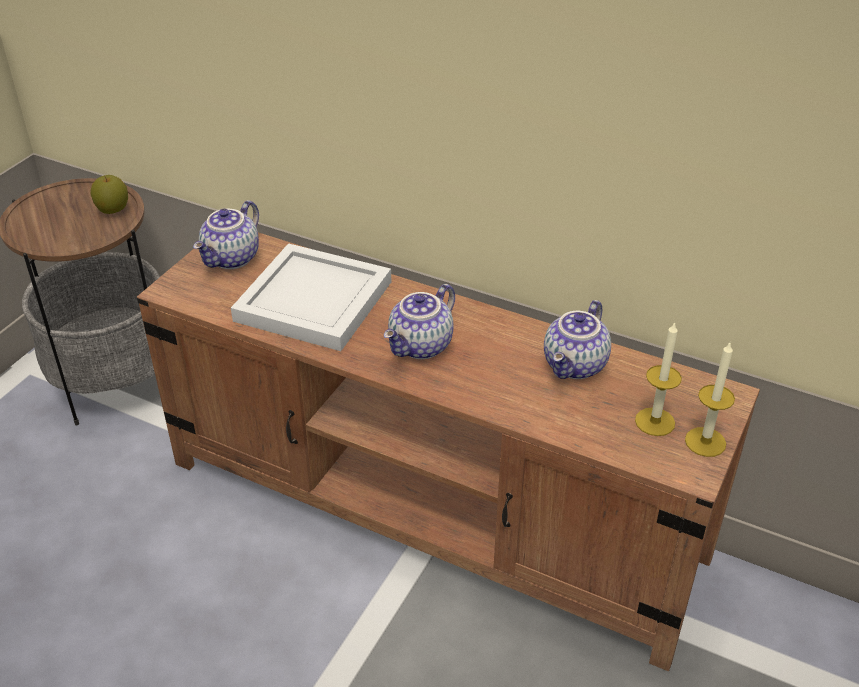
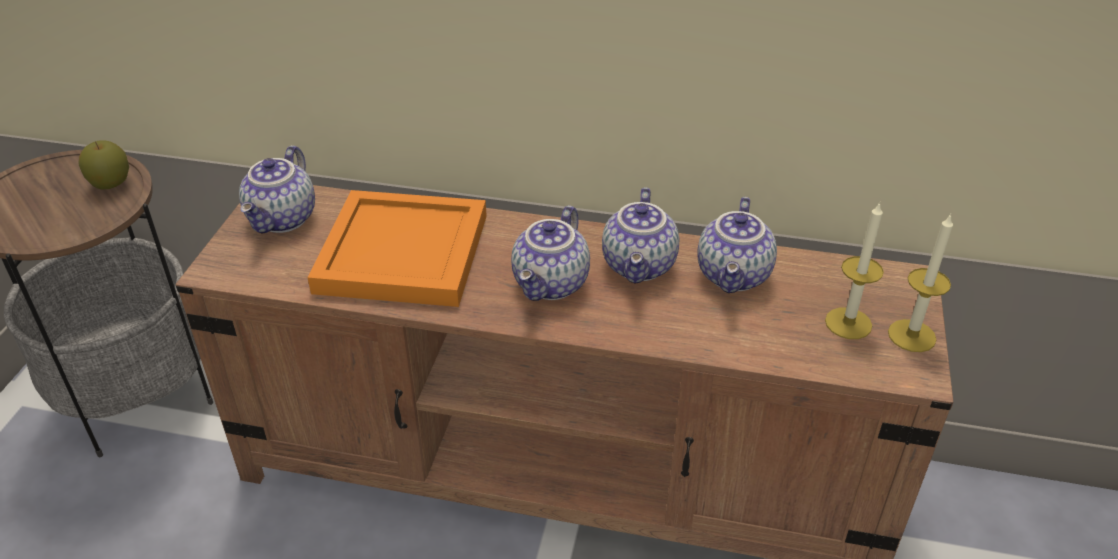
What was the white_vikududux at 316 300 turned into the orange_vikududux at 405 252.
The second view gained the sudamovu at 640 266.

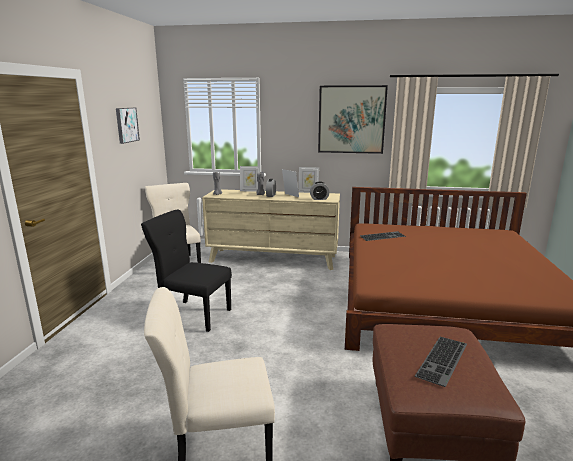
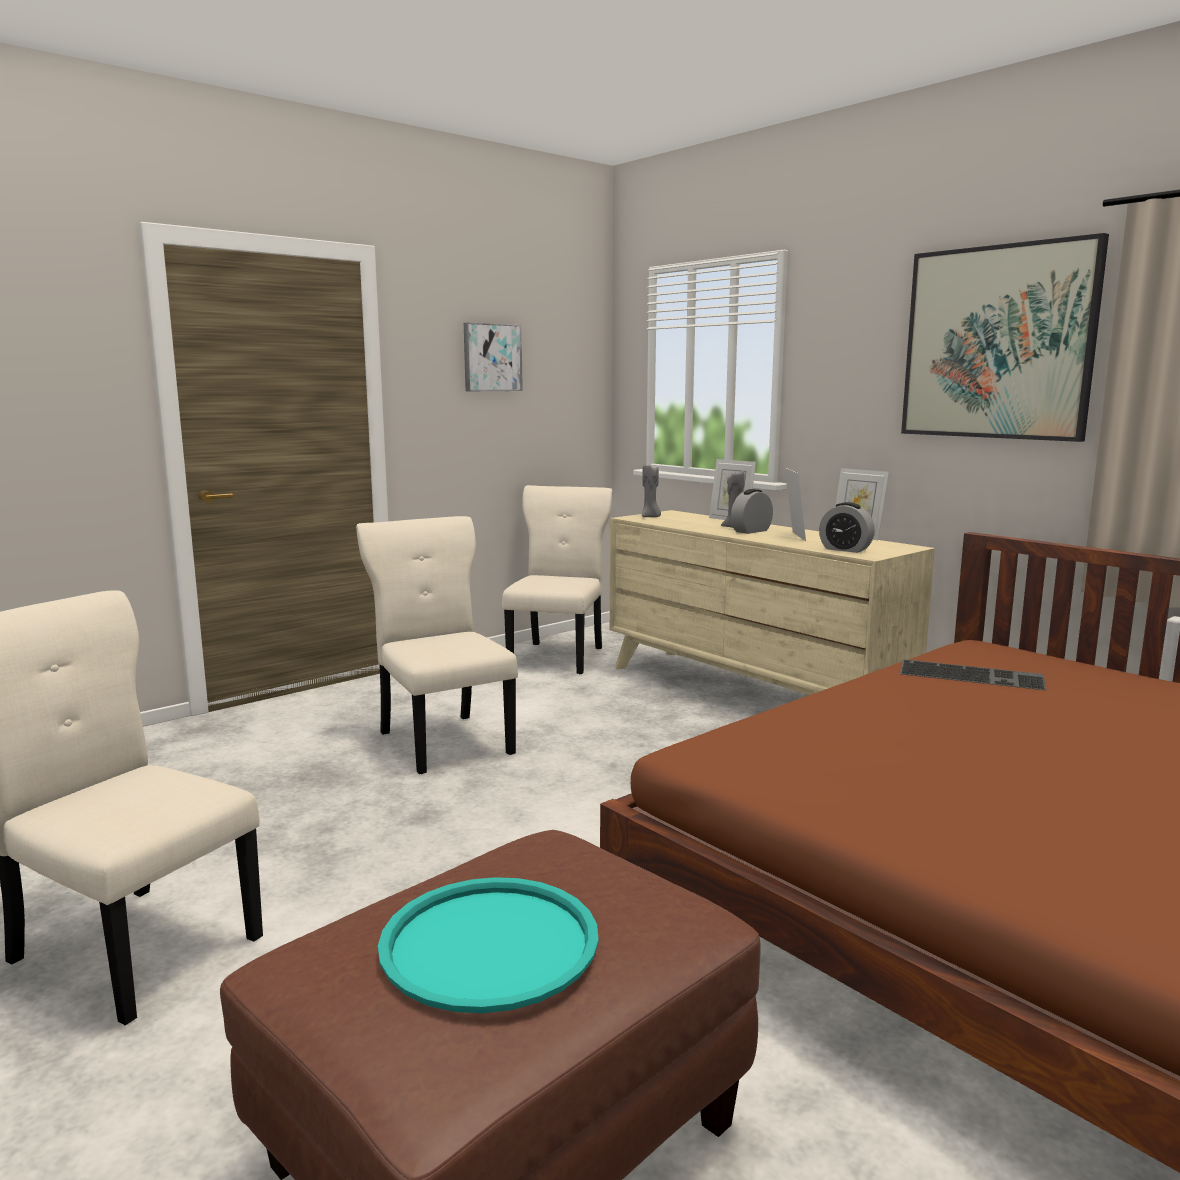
What was the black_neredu at 193 314 turned into the beige_neredu at 443 741.
Where the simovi stood at 443 361, the turquoise_vikududux came to stand at 490 944.

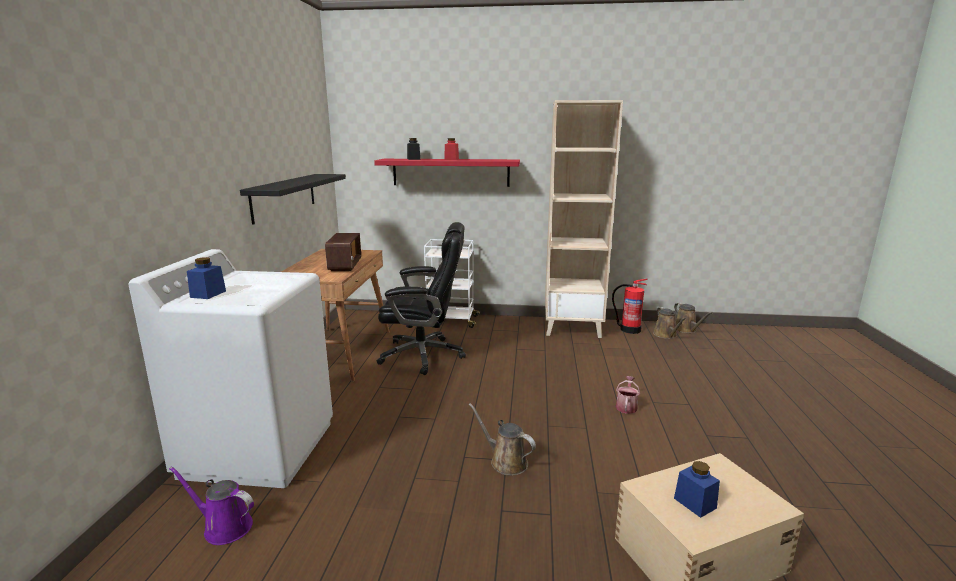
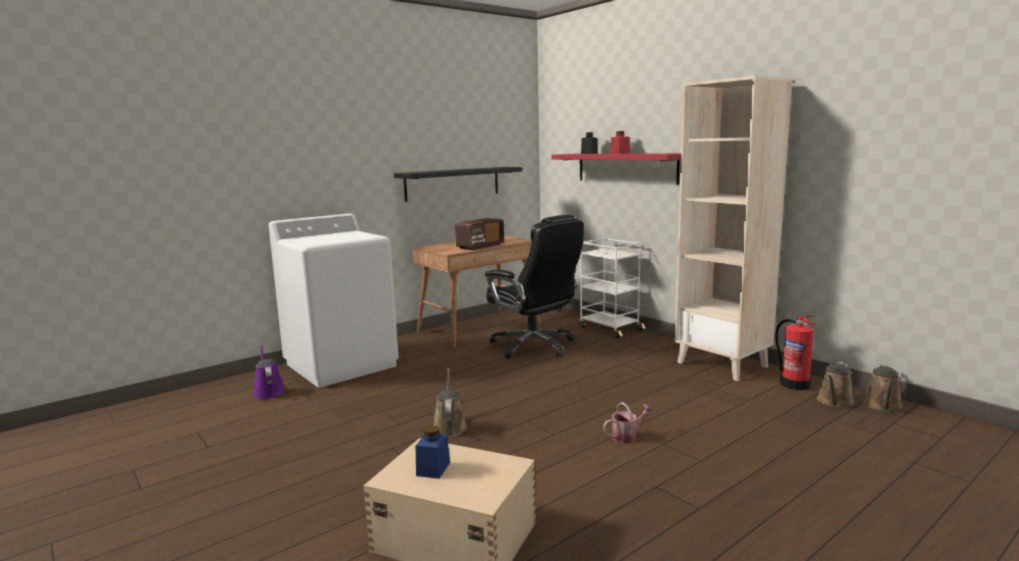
The second view lost the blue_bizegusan at 208 294.

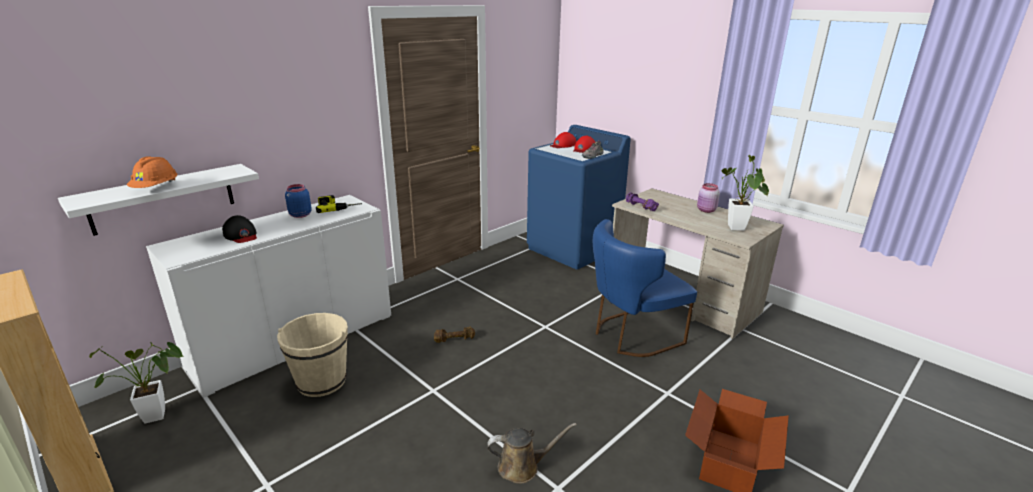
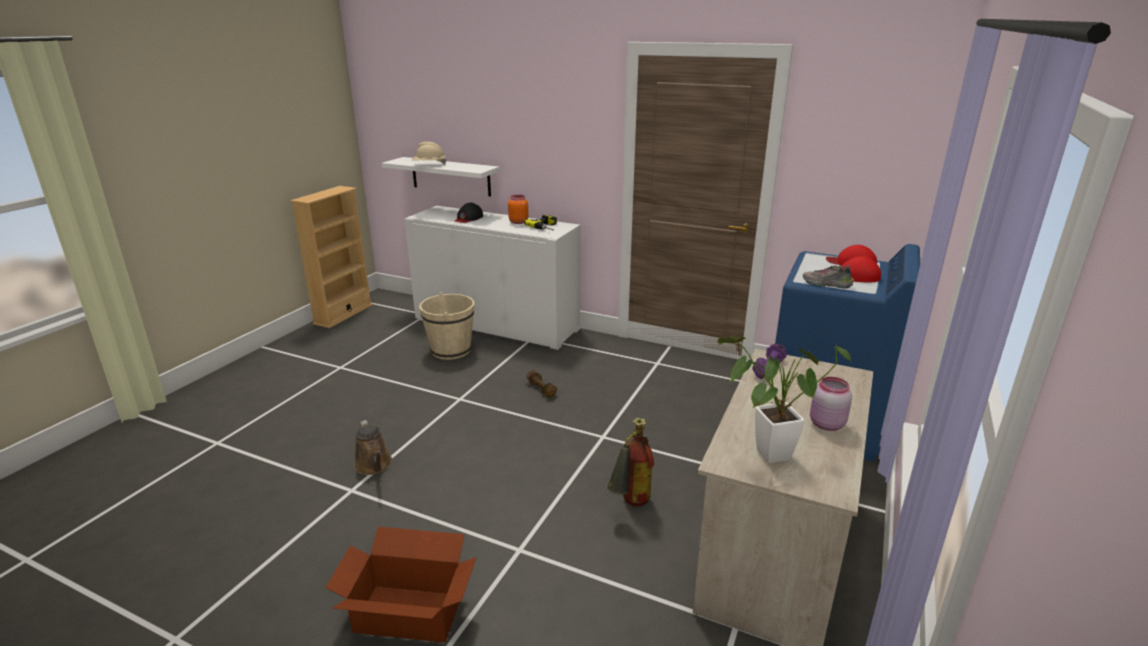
What was the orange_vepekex at 156 188 turned into the beige_vepekex at 429 165.
What was the blue_bizegusan at 299 215 turned into the orange_bizegusan at 518 222.
Where the blue_neredu stood at 631 335, the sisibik came to stand at 629 505.
The second view lost the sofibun at 161 415.

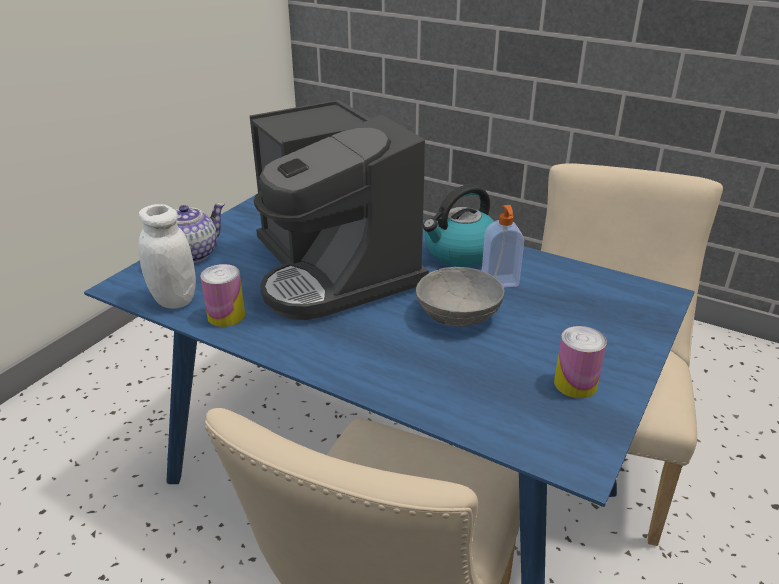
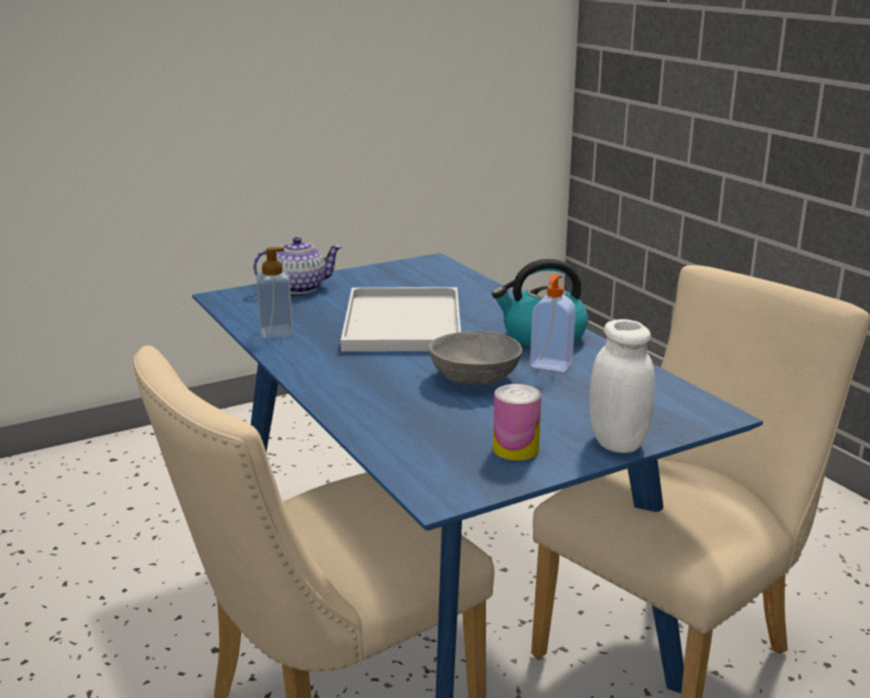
Where the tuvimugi stood at 334 270, the white_vikududux came to stand at 404 323.
The white_bizegusan ended up elsewhere, having gone from 174 299 to 617 442.
Where the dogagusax stood at 226 316, the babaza came to stand at 276 332.

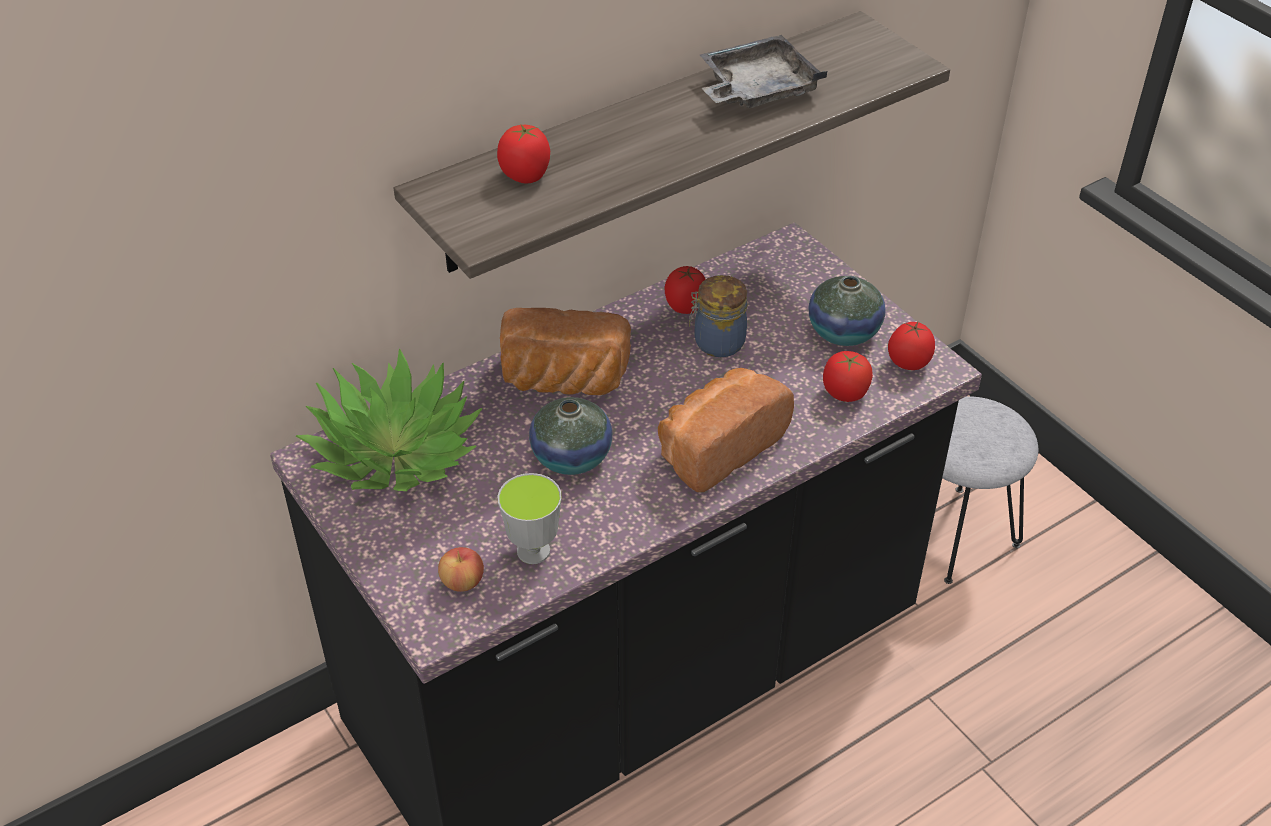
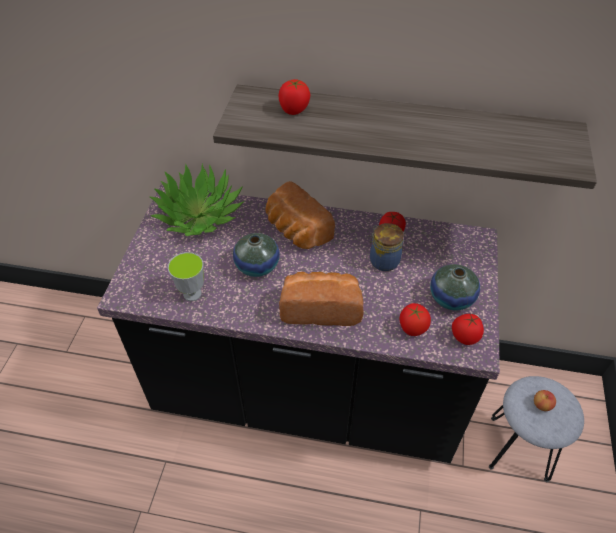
The second view lost the grey_vikududux at 756 89.
The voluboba ended up elsewhere, having gone from 462 582 to 542 405.

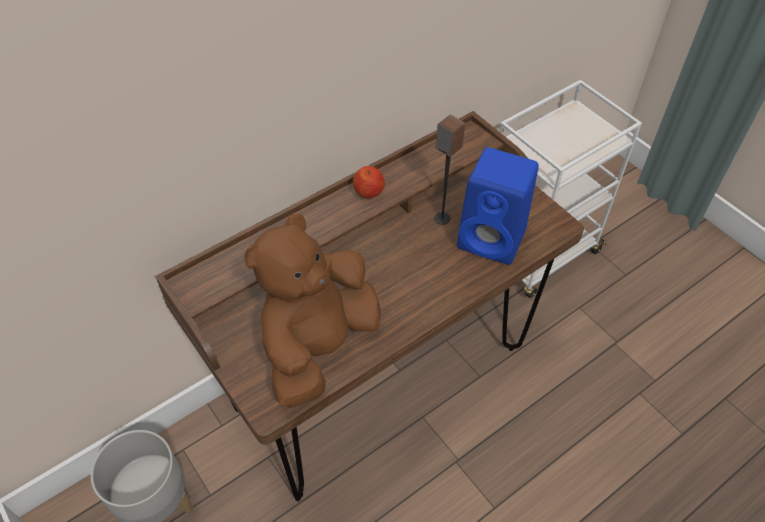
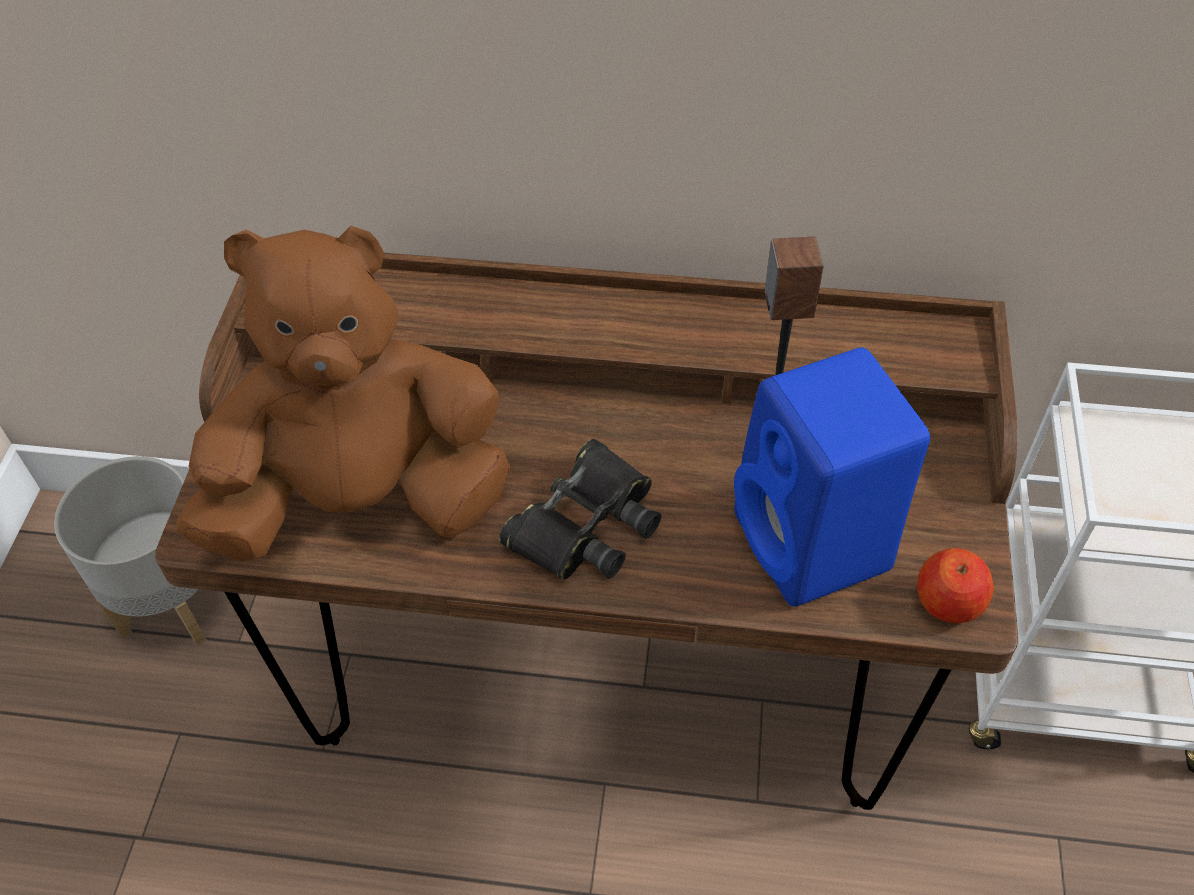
The voluboba ended up elsewhere, having gone from 369 191 to 948 602.
The second view gained the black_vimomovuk at 586 524.

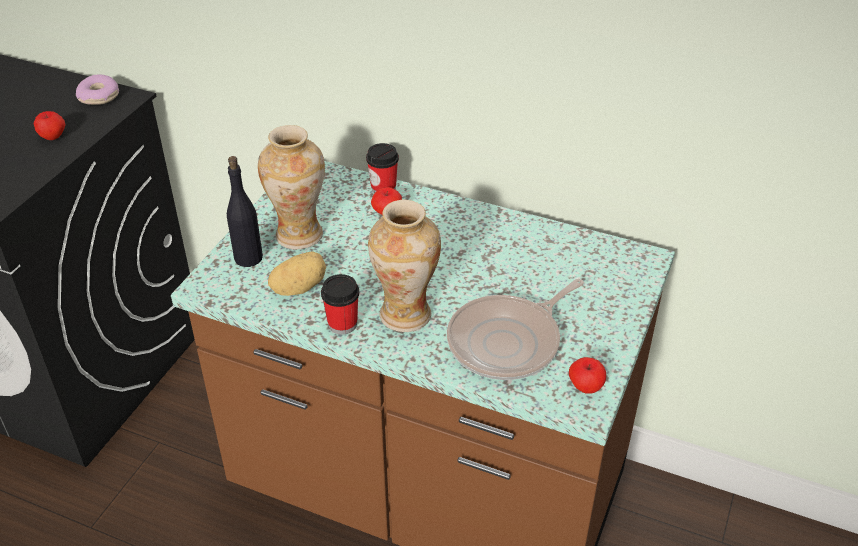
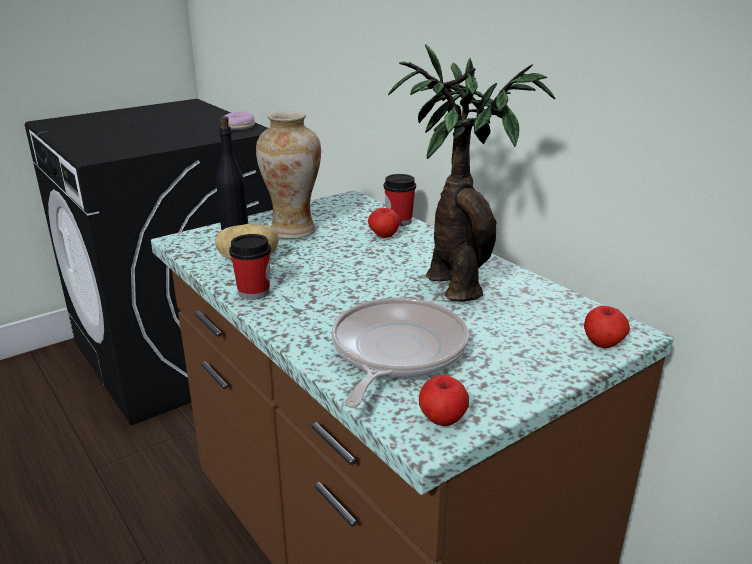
The voluboba ended up elsewhere, having gone from 53 137 to 603 343.
The second view lost the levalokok at 405 314.
The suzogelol at 508 342 ended up facing another way, 120 degrees clockwise from before.
The second view gained the sofibun at 454 283.

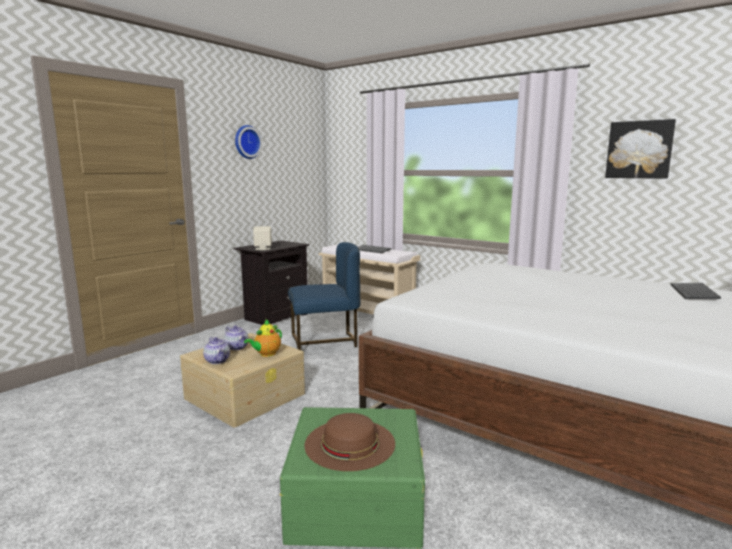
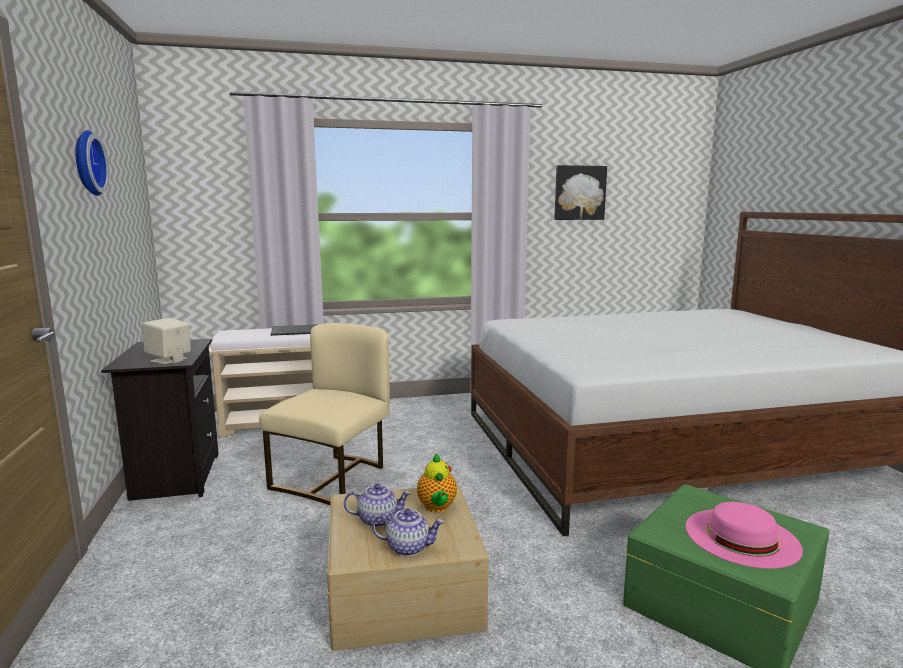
What was the blue_neredu at 324 342 turned into the beige_neredu at 334 479.
The second view lost the simovi at 695 293.
What was the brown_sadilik at 349 443 turned into the pink_sadilik at 741 537.

